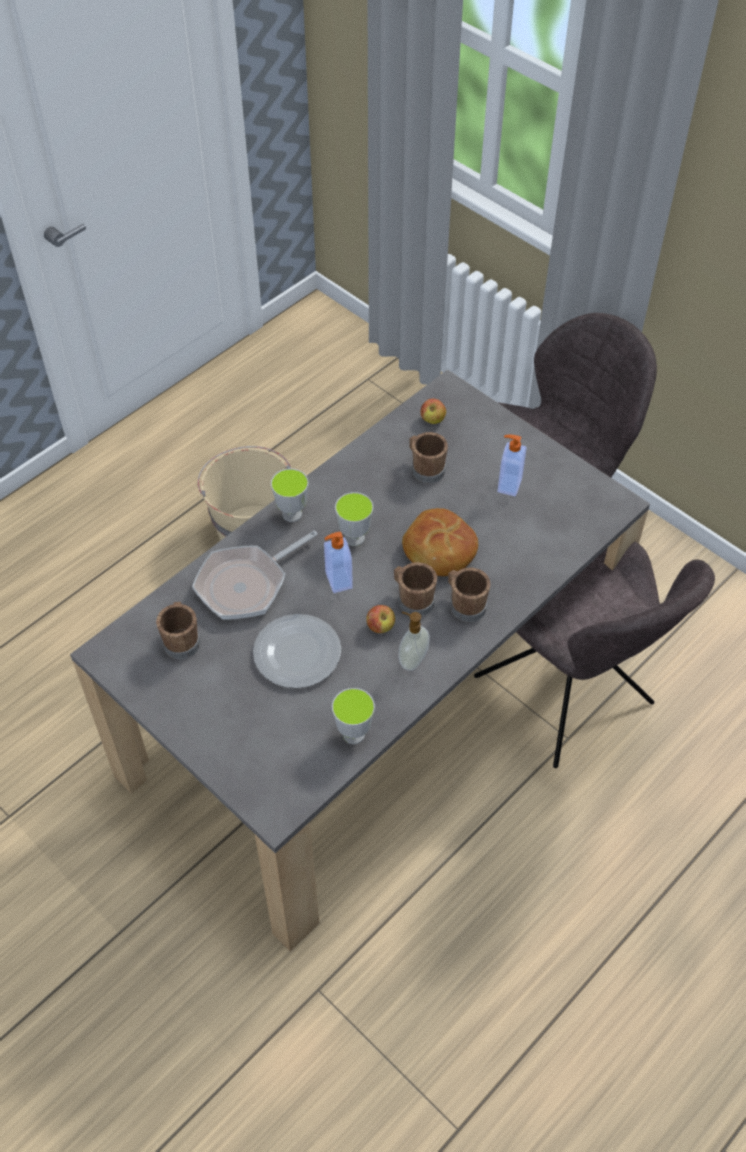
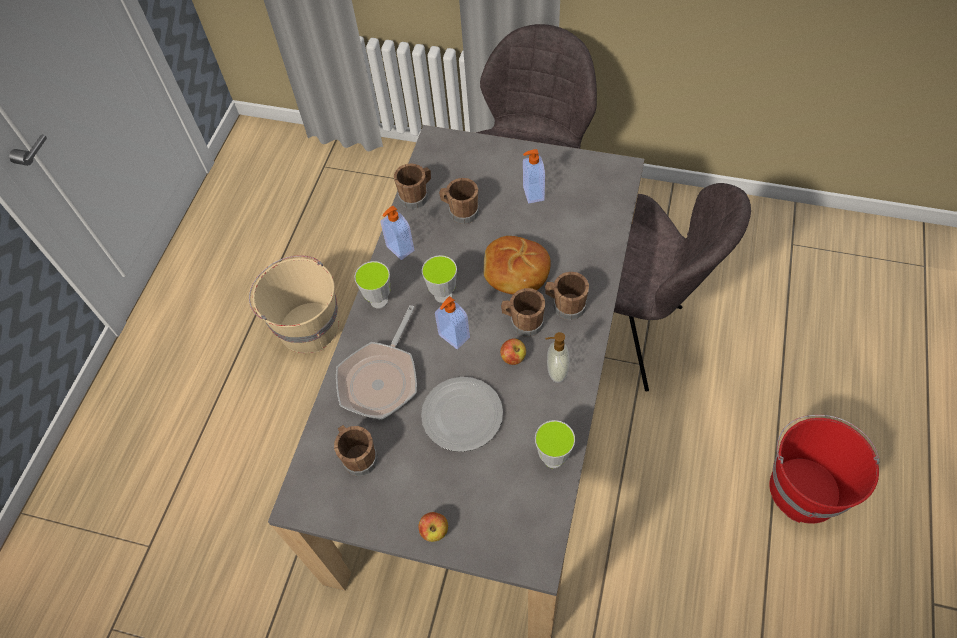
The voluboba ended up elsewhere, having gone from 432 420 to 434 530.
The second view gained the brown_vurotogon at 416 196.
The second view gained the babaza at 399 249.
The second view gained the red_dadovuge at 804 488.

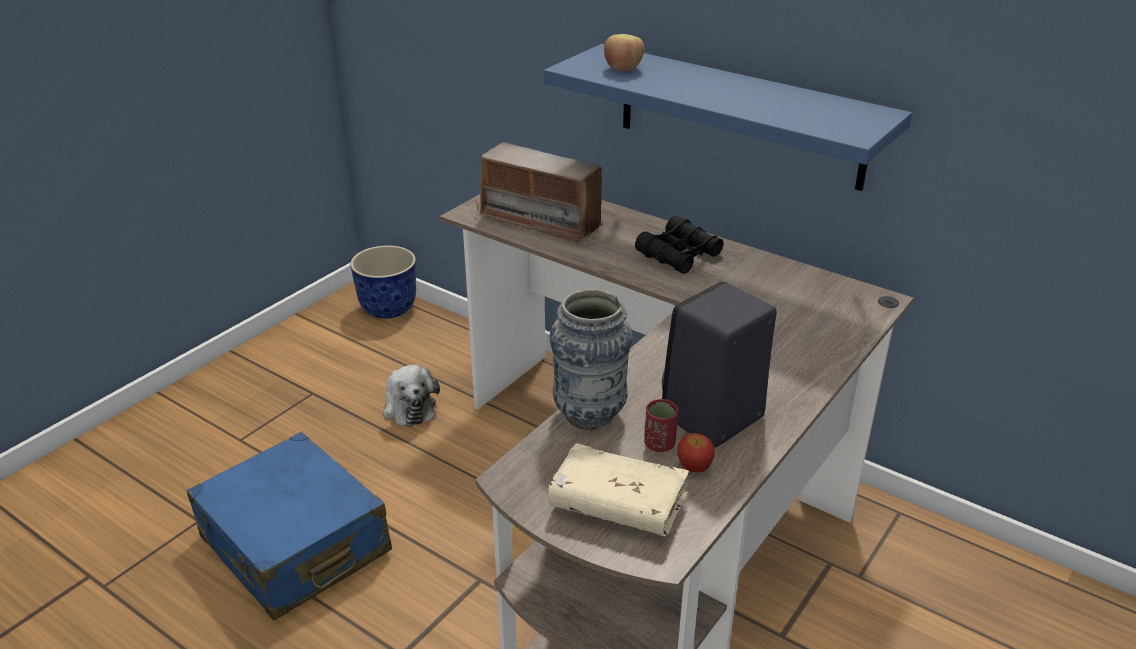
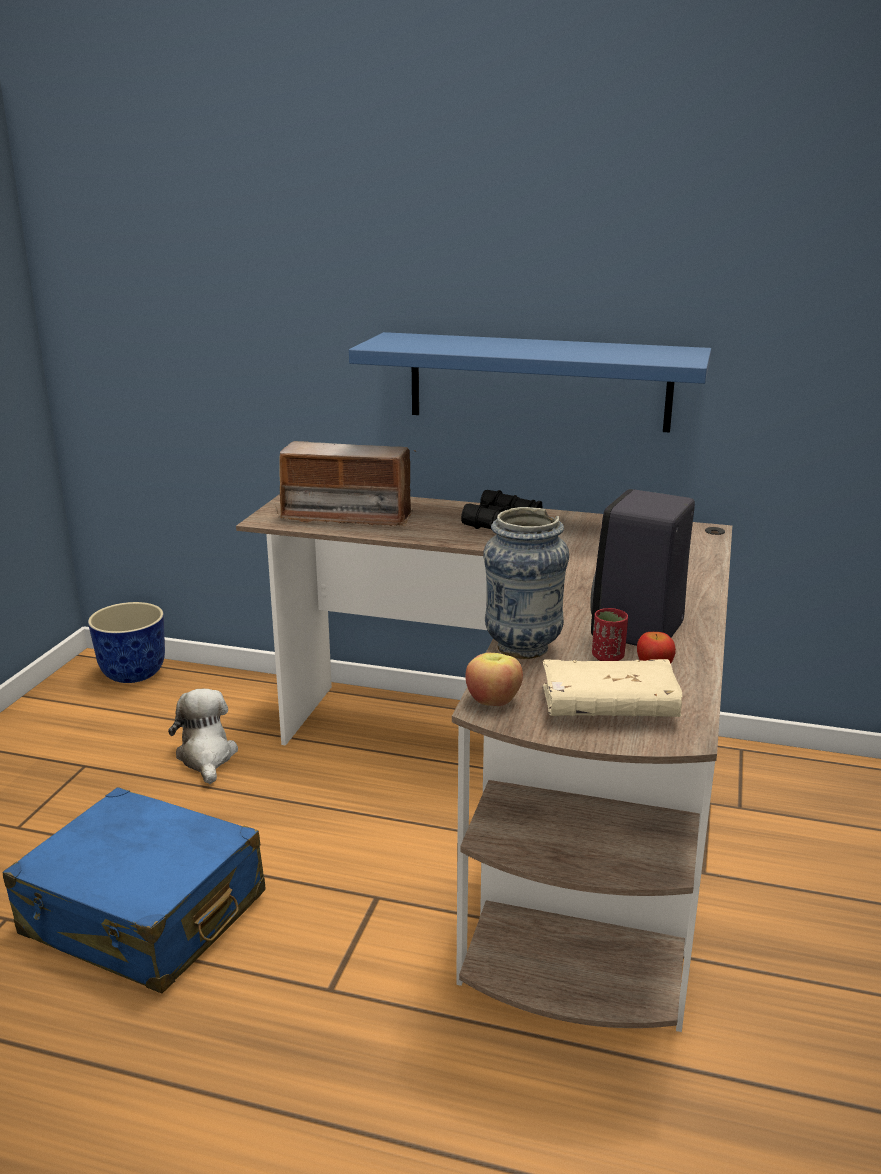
The voluboba ended up elsewhere, having gone from 623 69 to 493 700.
The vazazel at 408 406 ended up facing another way, 150 degrees counterclockwise from before.

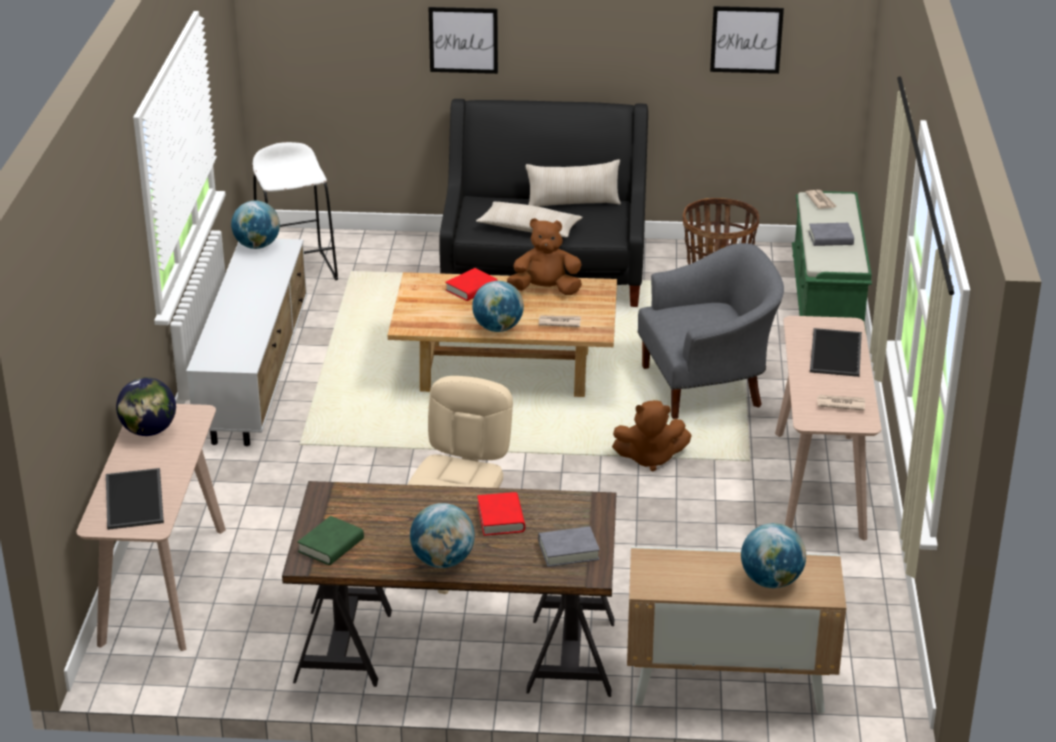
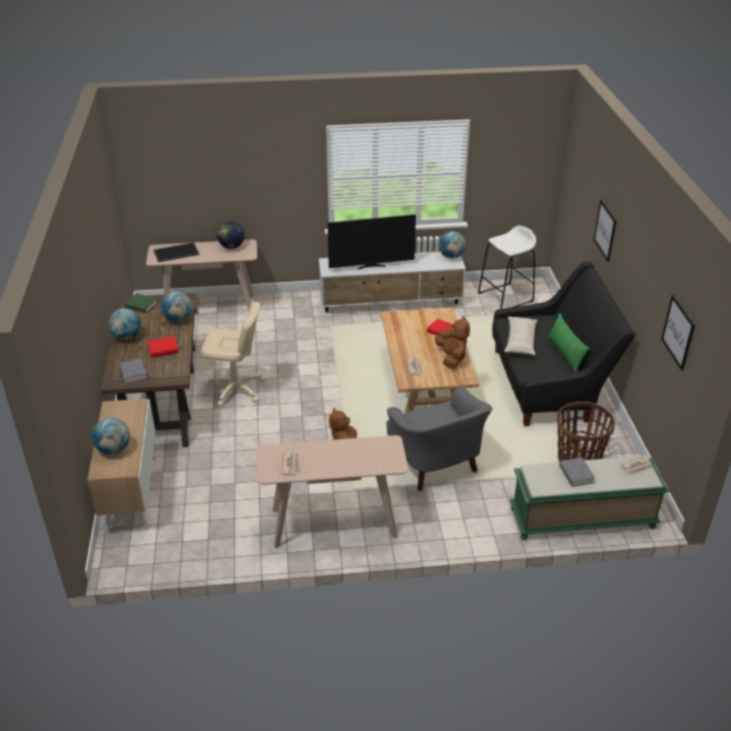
What was the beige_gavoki at 573 203 turned into the green_gavoki at 565 354.
The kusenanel ended up elsewhere, having gone from 498 328 to 178 319.
The second view lost the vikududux at 834 352.
The second view gained the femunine at 371 266.

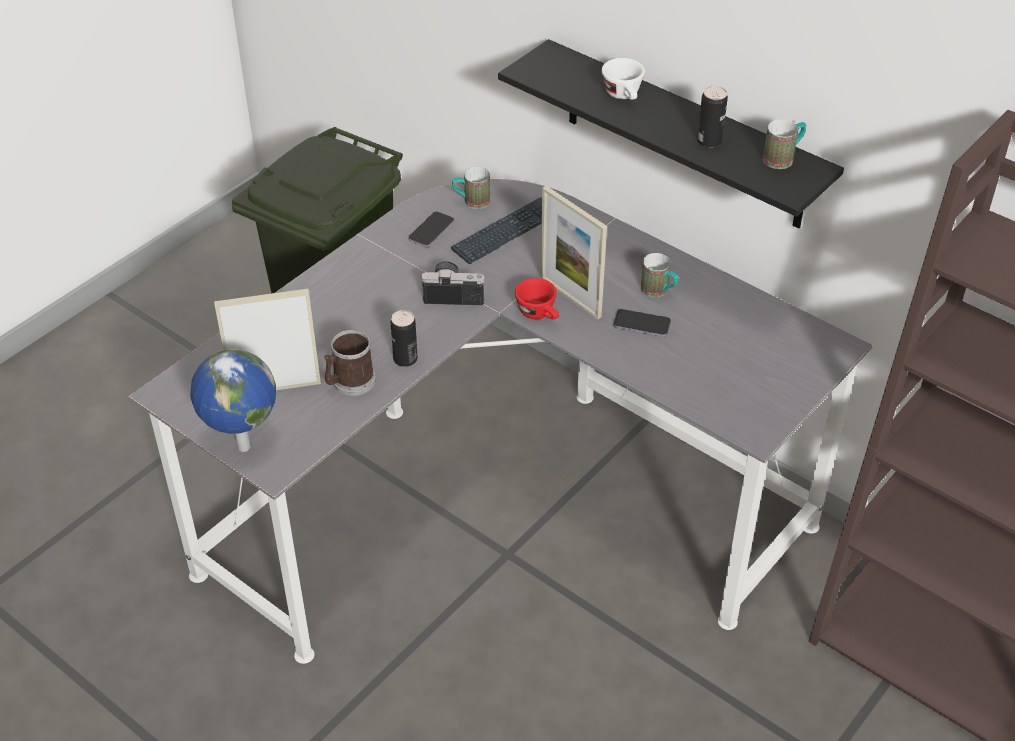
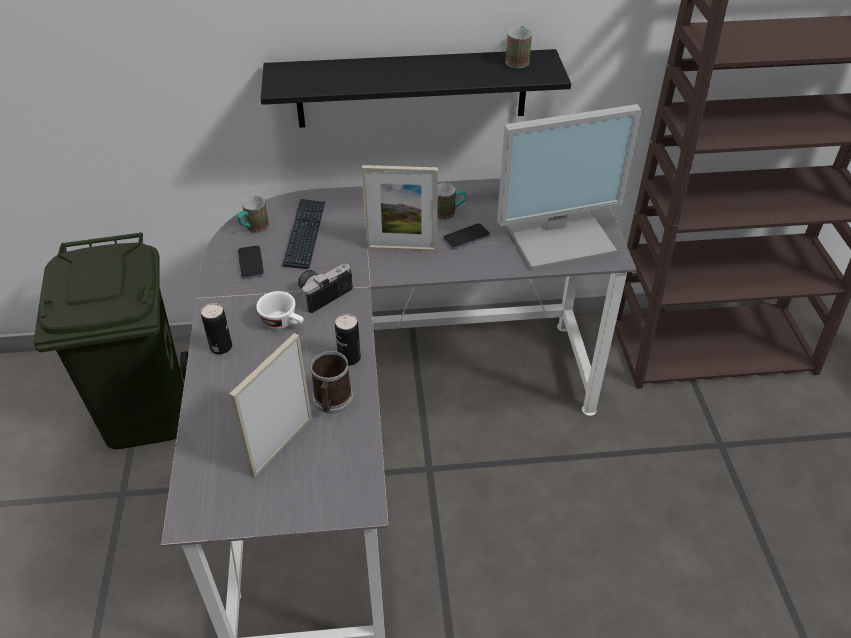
The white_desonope ended up elsewhere, having gone from 624 96 to 284 323.
The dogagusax ended up elsewhere, having gone from 709 141 to 221 347.
The second view lost the red_desonope at 540 314.
The second view lost the kusenanel at 242 447.
The second view gained the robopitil at 559 235.

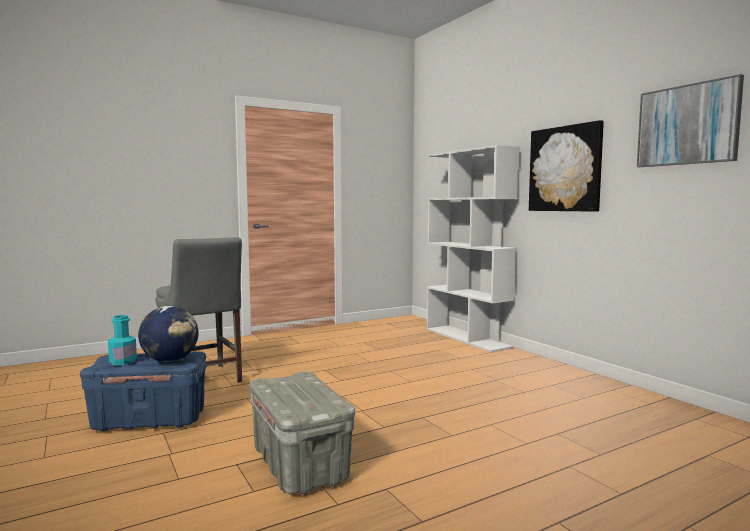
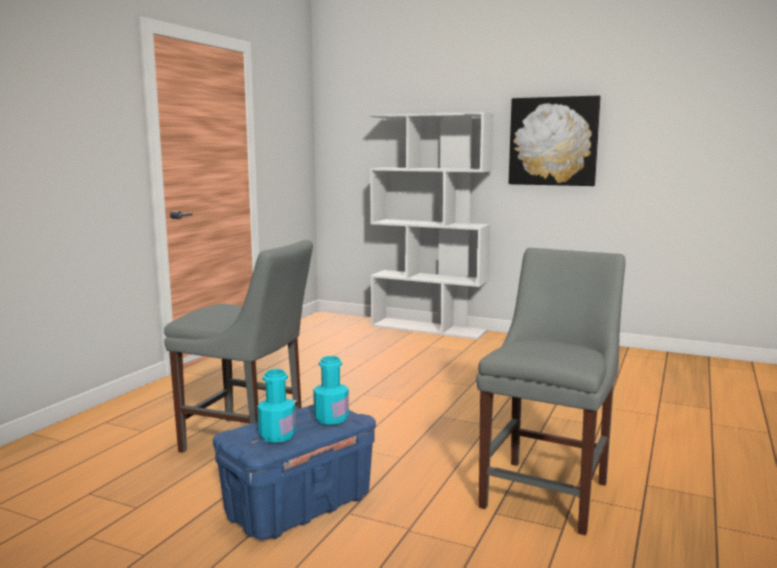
The second view lost the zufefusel at 687 125.
Where the kusenanel stood at 170 360, the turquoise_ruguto came to stand at 331 418.
Where the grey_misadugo stood at 300 465, the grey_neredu came to stand at 548 491.

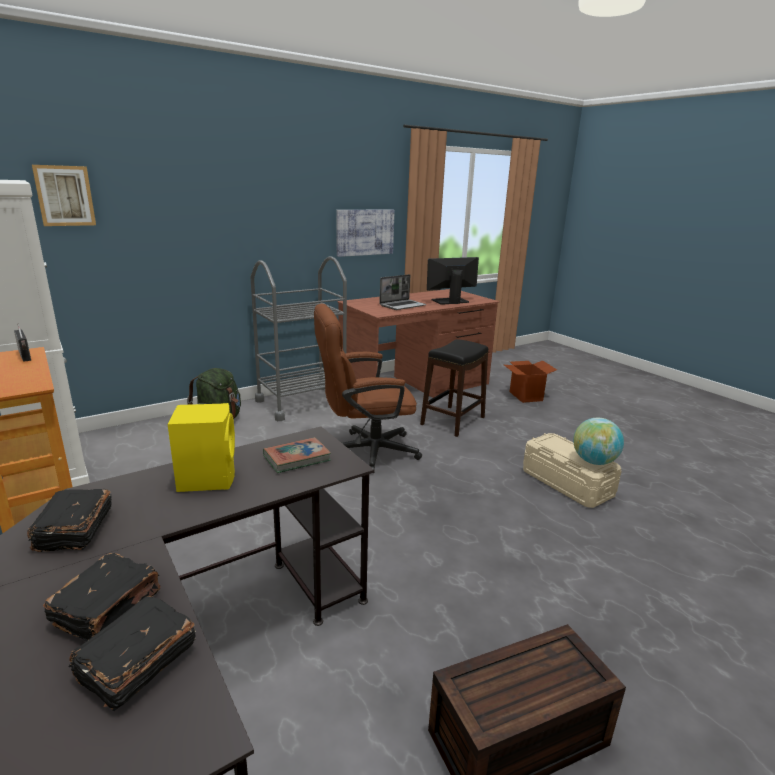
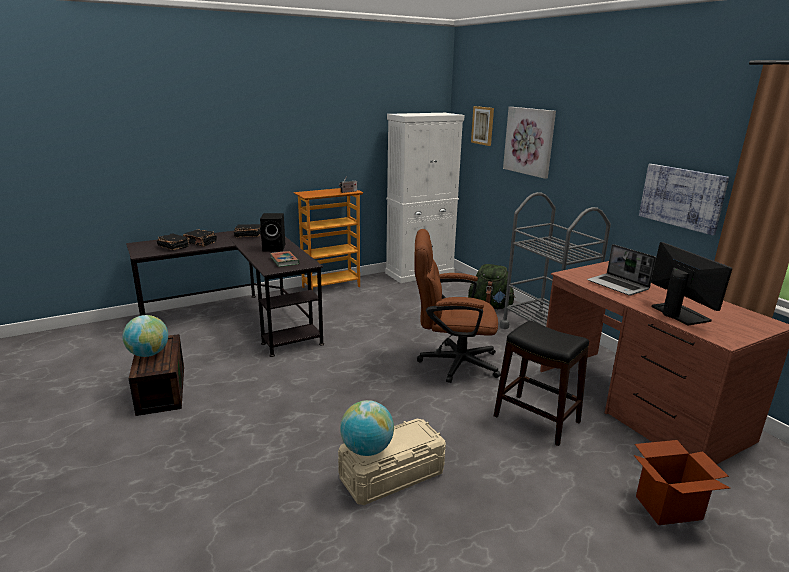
The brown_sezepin at 364 451 ended up facing another way, 75 degrees counterclockwise from before.
What was the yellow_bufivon at 207 478 turned into the black_bufivon at 275 248.
The second view gained the zufefusel at 529 141.
The second view gained the kusenanel at 148 354.

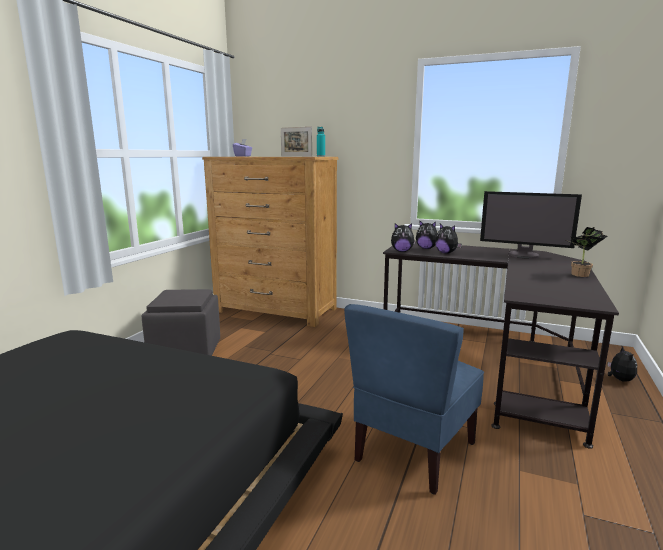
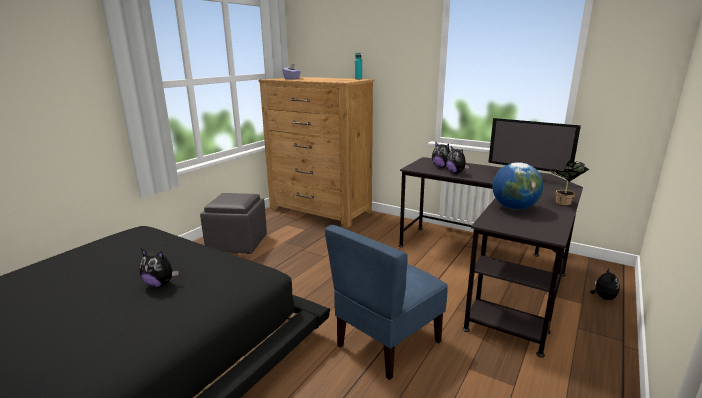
The second view lost the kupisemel at 296 156.
The vazazel ended up elsewhere, having gone from 402 251 to 160 284.
The second view gained the kusenanel at 514 208.

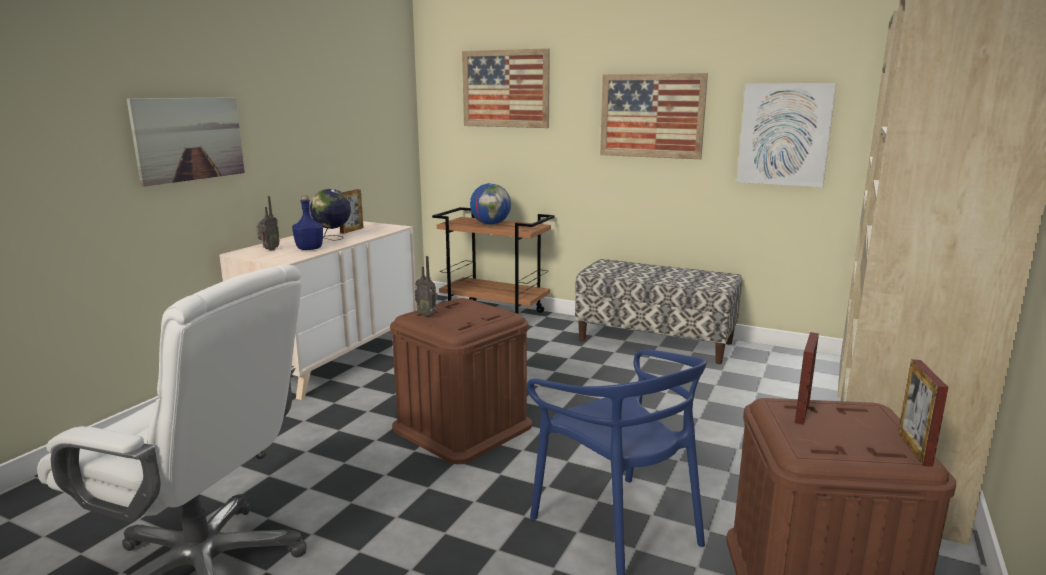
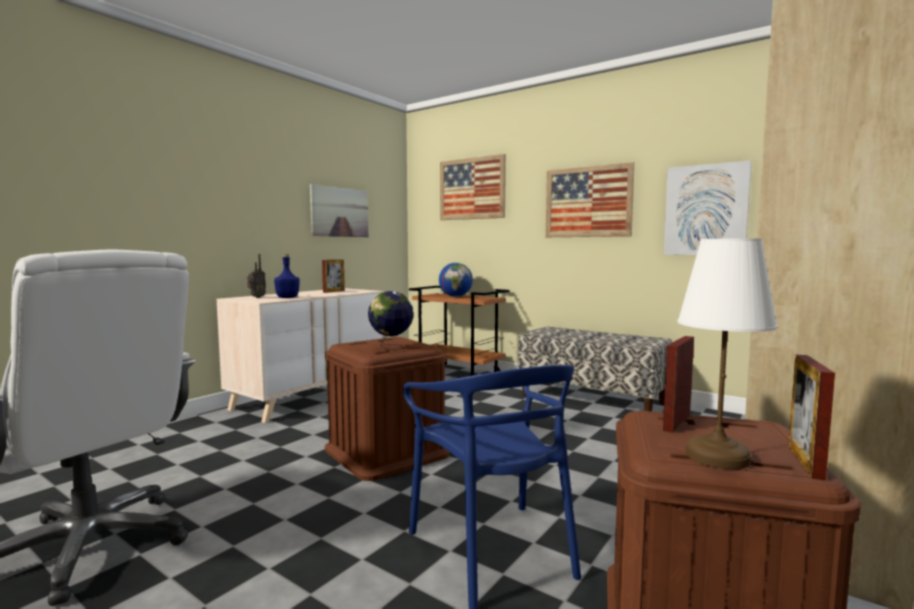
The zufefusel ended up elsewhere, having gone from 189 139 to 340 212.
The kusenanel ended up elsewhere, having gone from 333 238 to 391 348.
The second view lost the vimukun at 427 315.
The second view gained the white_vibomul at 716 456.

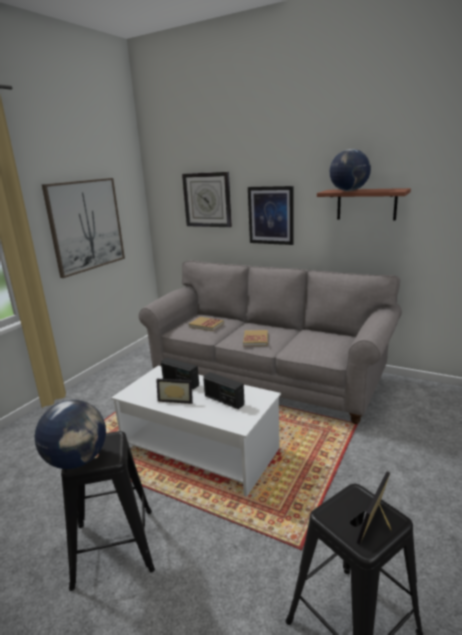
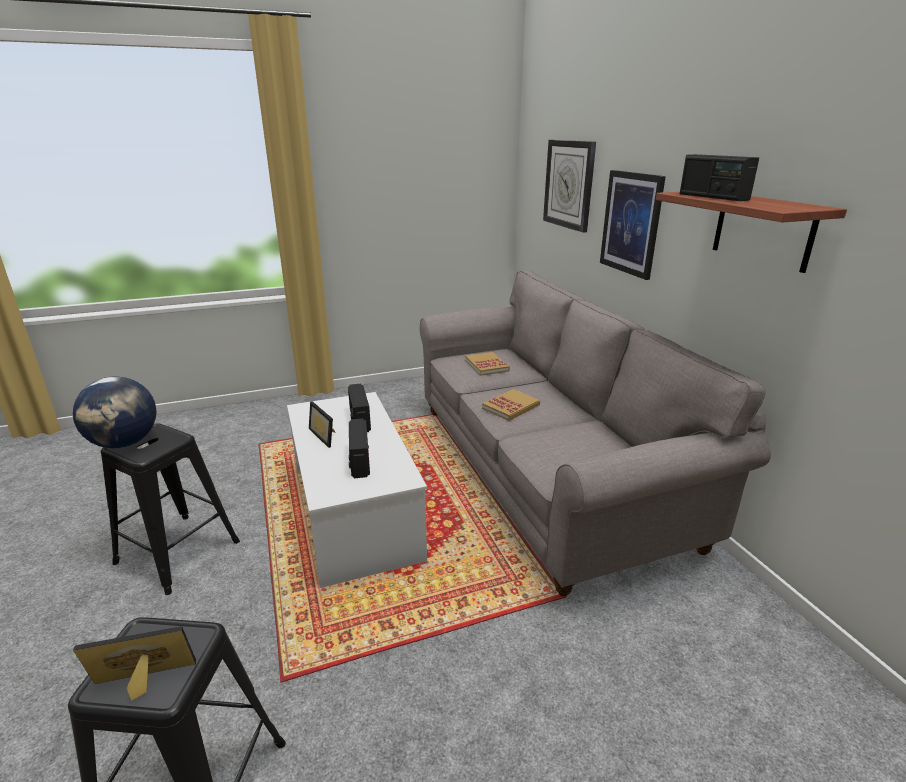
Where the kusenanel stood at 349 191, the vimukun came to stand at 712 197.
The second view lost the zufefusel at 86 225.

